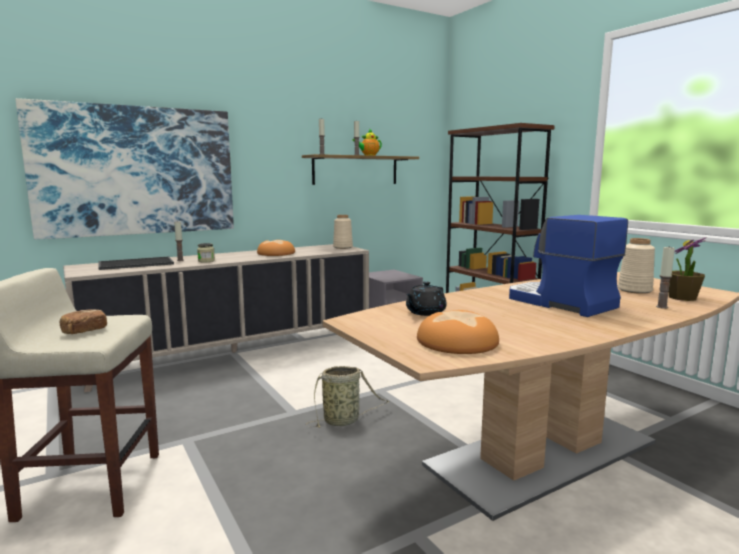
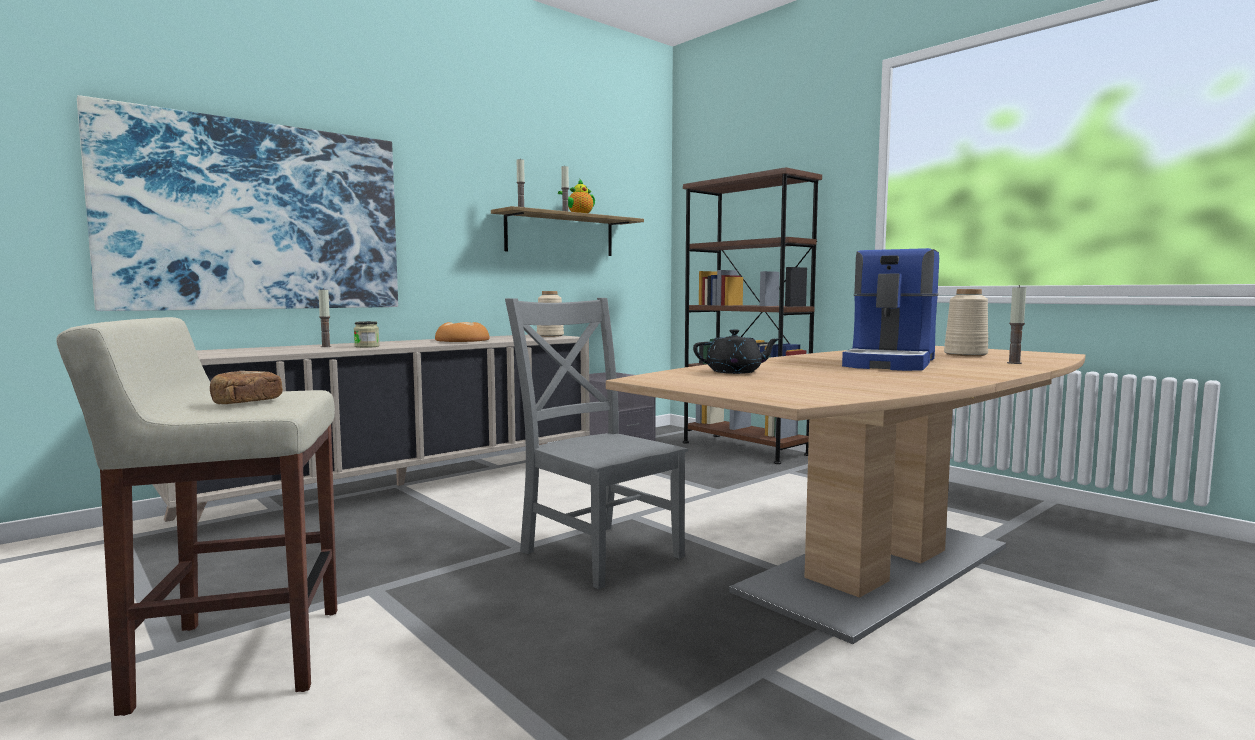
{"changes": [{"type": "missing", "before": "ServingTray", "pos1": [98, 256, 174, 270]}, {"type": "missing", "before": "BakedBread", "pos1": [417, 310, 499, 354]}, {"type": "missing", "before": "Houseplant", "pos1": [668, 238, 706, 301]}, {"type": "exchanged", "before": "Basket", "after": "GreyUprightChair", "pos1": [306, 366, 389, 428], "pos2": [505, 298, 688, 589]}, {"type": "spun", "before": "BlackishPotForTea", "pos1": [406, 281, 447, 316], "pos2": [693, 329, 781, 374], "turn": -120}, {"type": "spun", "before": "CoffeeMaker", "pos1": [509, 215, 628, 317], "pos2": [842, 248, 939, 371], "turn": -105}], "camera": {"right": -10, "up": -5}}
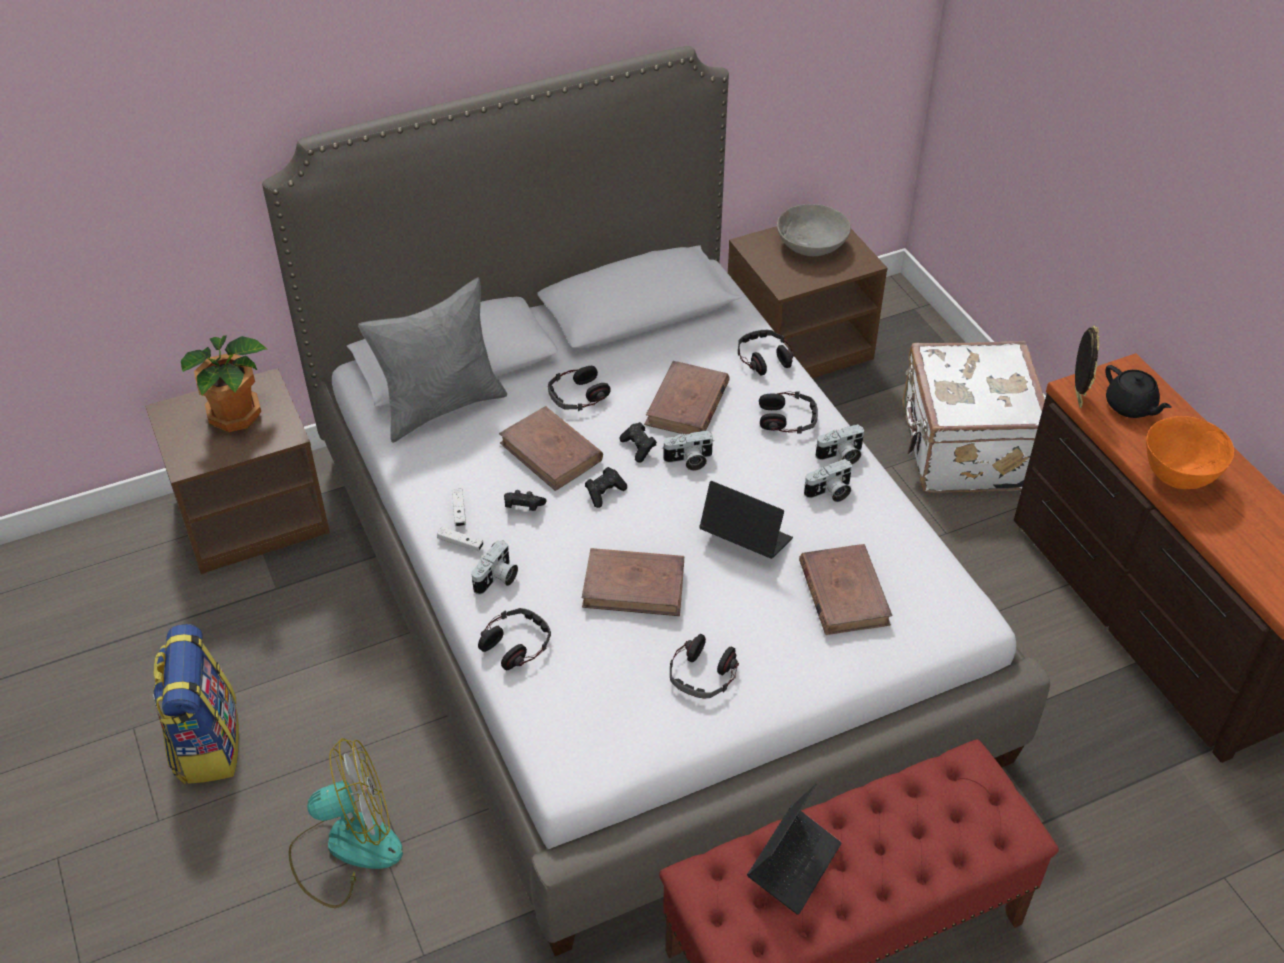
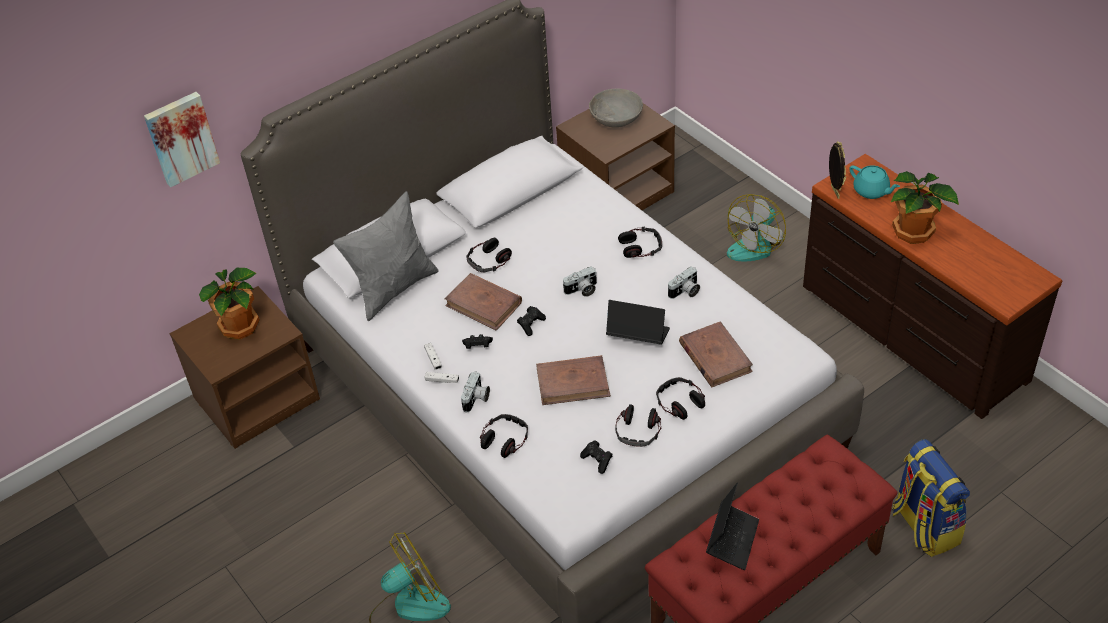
{"changes": [{"type": "missing", "before": "BrownColouredBoundBook", "pos1": [644, 361, 730, 435]}, {"type": "missing", "before": "StillCamera", "pos1": [815, 424, 864, 464]}, {"type": "appeared", "after": "WallPicture", "pos2": [144, 92, 220, 187]}, {"type": "relocated", "before": "Knapsack", "pos1": [153, 624, 239, 784], "pos2": [892, 439, 970, 557]}, {"type": "relocated", "before": "BlackishJoypad", "pos1": [619, 422, 657, 463], "pos2": [580, 440, 613, 474]}, {"type": "relocated", "before": "Headset", "pos1": [738, 330, 794, 376], "pos2": [656, 377, 705, 420]}, {"type": "exchanged", "before": "WhiteColouredSuitcase", "after": "Fan", "pos1": [902, 341, 1045, 493], "pos2": [727, 194, 786, 261]}, {"type": "exchanged", "before": "OrangeColouredDeepDish", "after": "Houseplant", "pos1": [1146, 416, 1234, 489], "pos2": [891, 171, 959, 244]}, {"type": "colour", "before": "BlackishPotForTea", "after": "BlueGreenPotForTea", "pos1": [1105, 365, 1171, 418], "pos2": [849, 165, 900, 199]}], "camera": {"right": -10, "up": 0}}
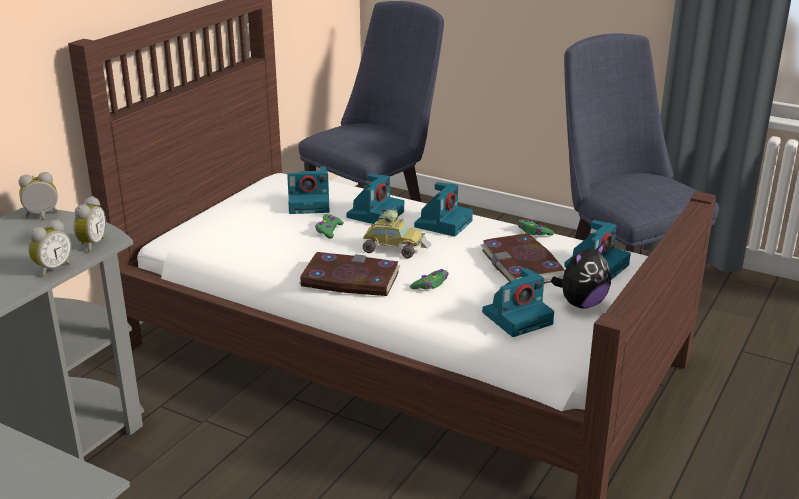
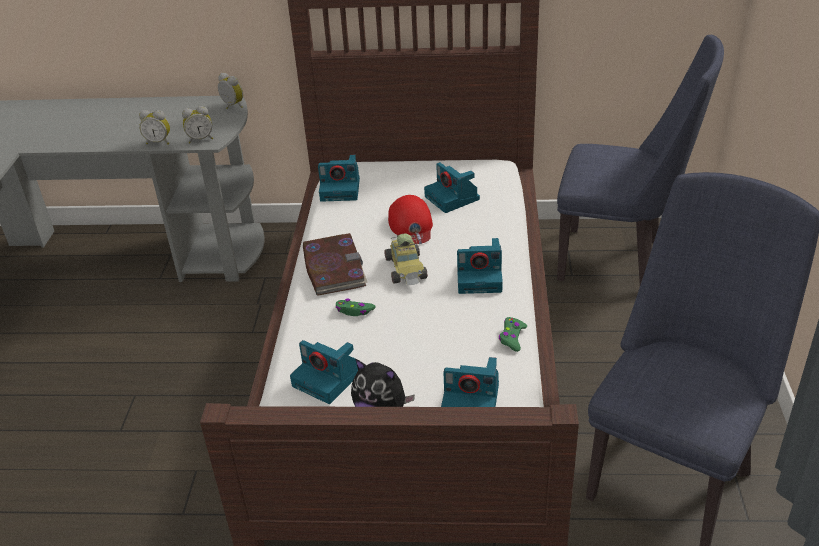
{"changes": [{"type": "missing", "before": "BoundBook", "pos1": [481, 233, 565, 284]}, {"type": "relocated", "before": "StillCamera", "pos1": [346, 174, 404, 224], "pos2": [318, 155, 360, 202]}, {"type": "exchanged", "before": "GreenColouredJoypad", "after": "ReddishBaseballCap", "pos1": [315, 214, 344, 239], "pos2": [388, 195, 433, 244]}], "camera": {"right": 65, "up": 10}}
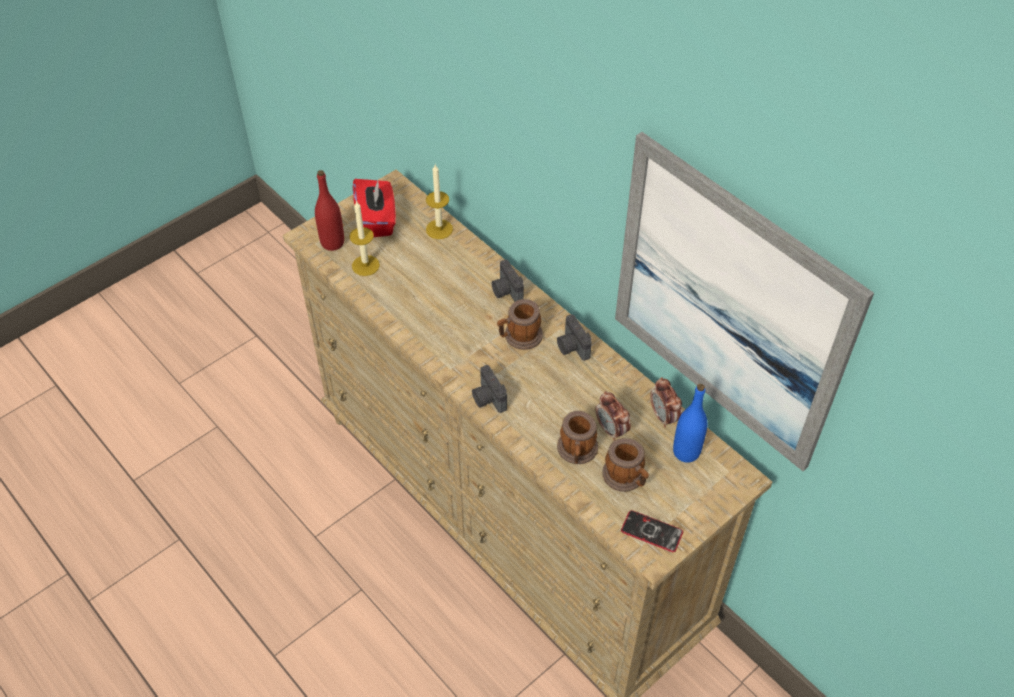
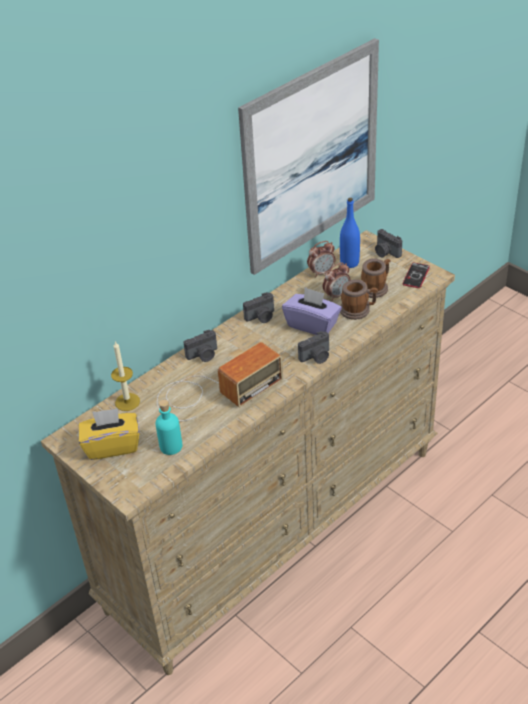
{"changes": [{"type": "missing", "before": "ReddishBeverageBottle", "pos1": [315, 170, 344, 251]}, {"type": "missing", "before": "TeaMug", "pos1": [497, 299, 543, 350]}, {"type": "appeared", "after": "RadioReceiver", "pos2": [157, 342, 283, 421]}, {"type": "appeared", "after": "PurpleColouredTissueBox", "pos2": [282, 287, 342, 335]}, {"type": "appeared", "after": "StillCamera", "pos2": [375, 229, 402, 258]}, {"type": "exchanged", "before": "Candle", "after": "BlueGreenBeverageBottle", "pos1": [349, 200, 380, 276], "pos2": [155, 399, 182, 455]}, {"type": "colour", "before": "ReddishTissueBox", "after": "YellowTissueBox", "pos1": [353, 178, 396, 237], "pos2": [79, 408, 140, 460]}], "camera": {"right": -90, "up": -10}}
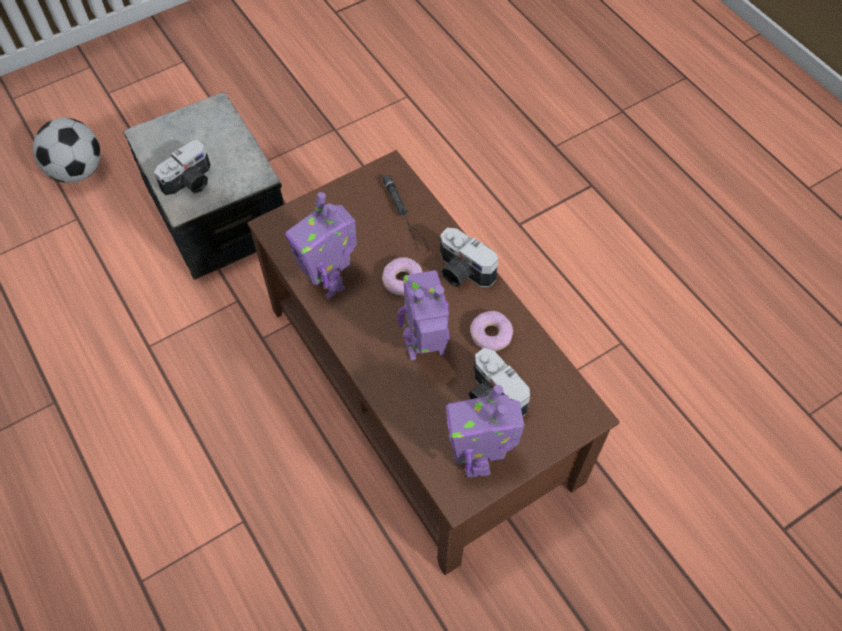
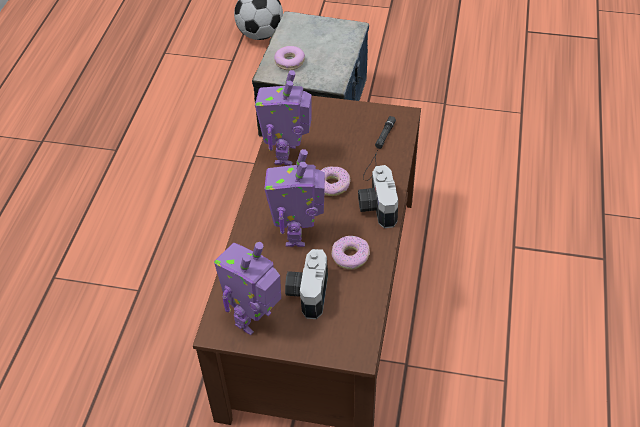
{"changes": [{"type": "exchanged", "before": "StillCamera", "after": "RingDoughnut", "pos1": [154, 140, 211, 196], "pos2": [274, 46, 305, 70]}, {"type": "spun", "before": "ToyRobot", "pos1": [398, 270, 450, 361], "pos2": [264, 149, 325, 247], "turn": -120}], "camera": {"right": 45, "up": -10}}
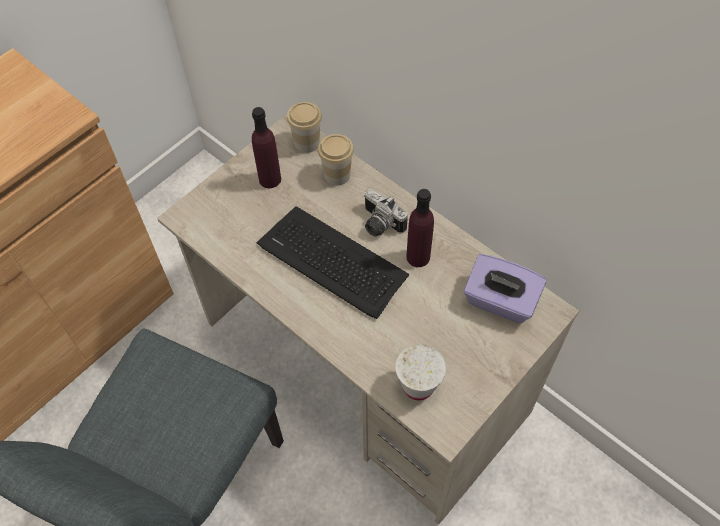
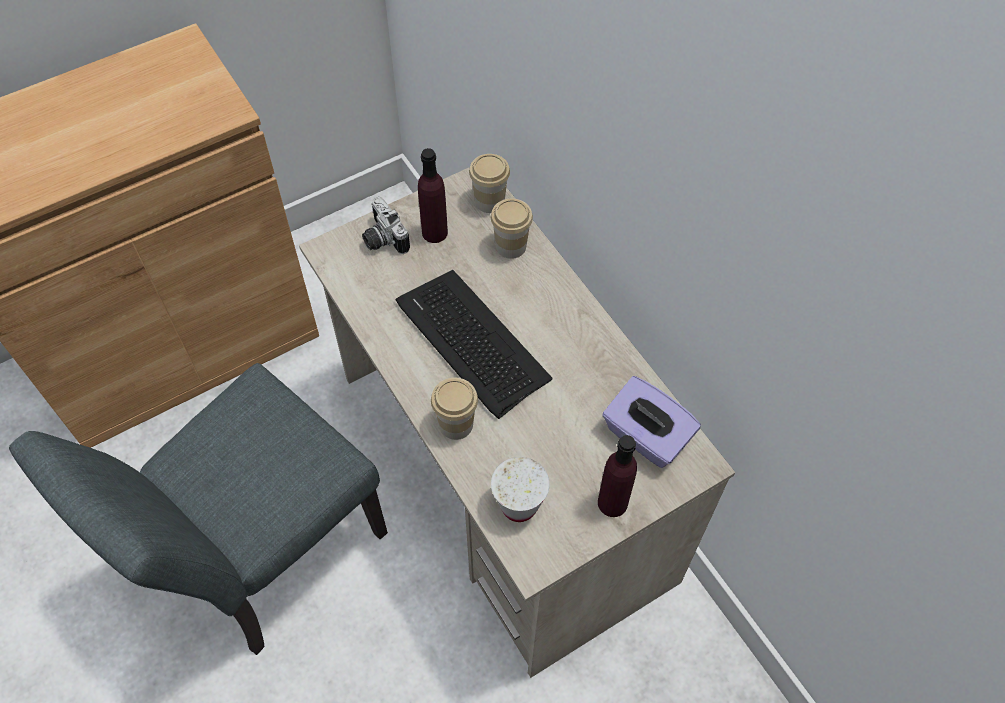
{"changes": [{"type": "appeared", "after": "Cup", "pos2": [431, 378, 478, 440]}, {"type": "relocated", "before": "StillCamera", "pos1": [364, 188, 408, 237], "pos2": [362, 197, 410, 254]}, {"type": "relocated", "before": "PurpleColouredBeverageBottle", "pos1": [406, 189, 434, 267], "pos2": [598, 435, 637, 517]}], "camera": {"right": 15, "up": 0}}
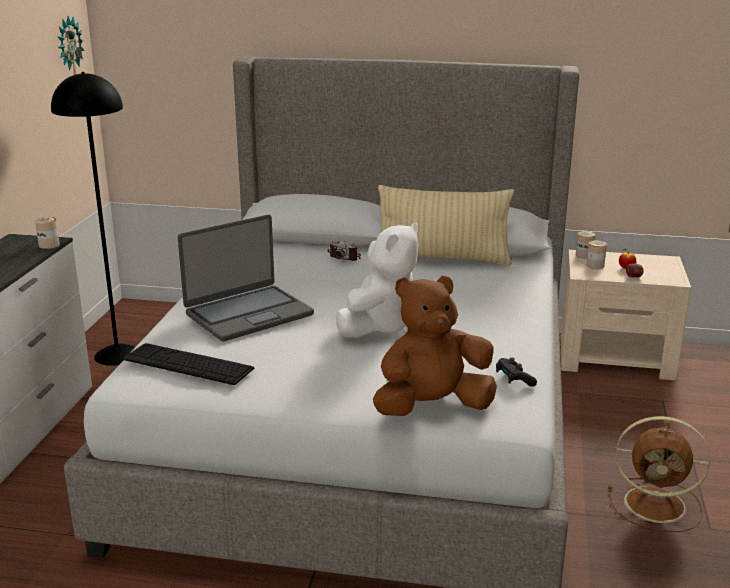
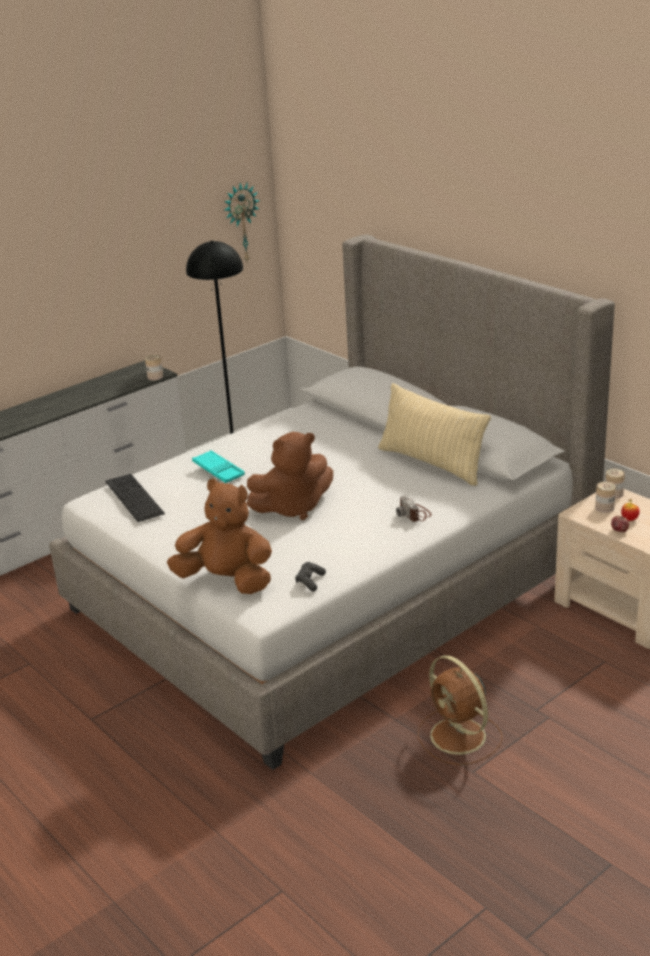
{"changes": [{"type": "relocated", "before": "StillCamera", "pos1": [327, 241, 361, 261], "pos2": [396, 495, 432, 522]}, {"type": "exchanged", "before": "PortableComputer", "after": "BlueGreenServingTray", "pos1": [178, 215, 314, 341], "pos2": [192, 450, 245, 483]}, {"type": "colour", "before": "WhiteColouredPlushToy", "after": "BrownColouredPlushToy", "pos1": [336, 222, 418, 338], "pos2": [247, 432, 333, 520]}], "camera": {"right": 40, "up": 5}}
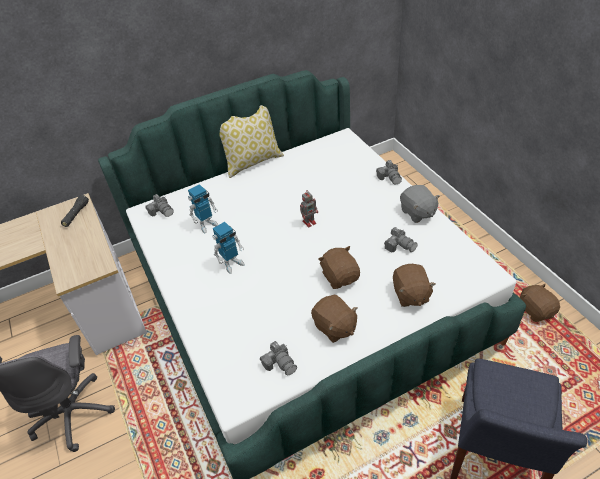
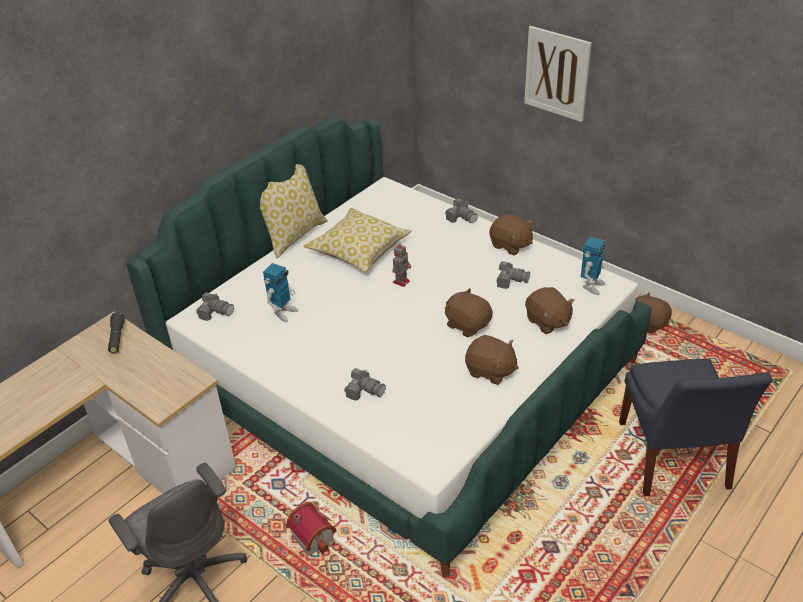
{"changes": [{"type": "appeared", "after": "MiniatureHouse", "pos2": [286, 503, 337, 556]}, {"type": "appeared", "after": "ThrowPillow", "pos2": [303, 208, 412, 272]}, {"type": "appeared", "after": "WallPicture", "pos2": [524, 26, 592, 122]}, {"type": "relocated", "before": "ToyRobot", "pos1": [213, 222, 245, 274], "pos2": [581, 237, 606, 295]}, {"type": "relocated", "before": "StillCamera", "pos1": [260, 341, 297, 376], "pos2": [344, 368, 386, 401]}, {"type": "colour", "before": "GreyPlushToy", "after": "BrownColouredPlushToy", "pos1": [400, 185, 440, 223], "pos2": [489, 214, 533, 255]}], "camera": {"right": -25, "up": -5}}
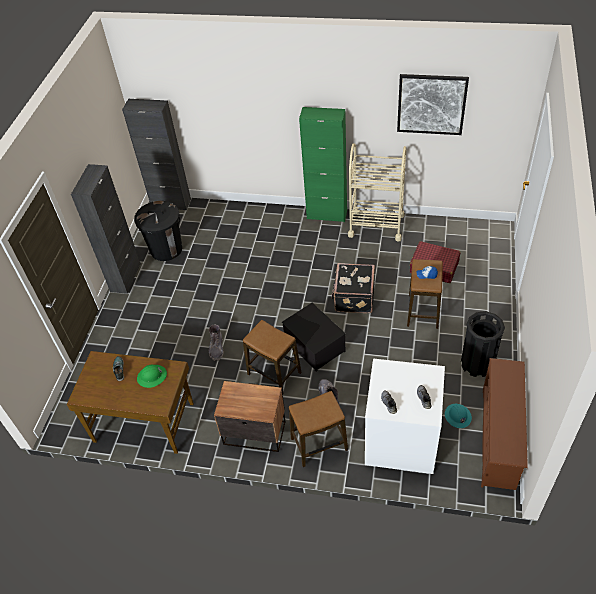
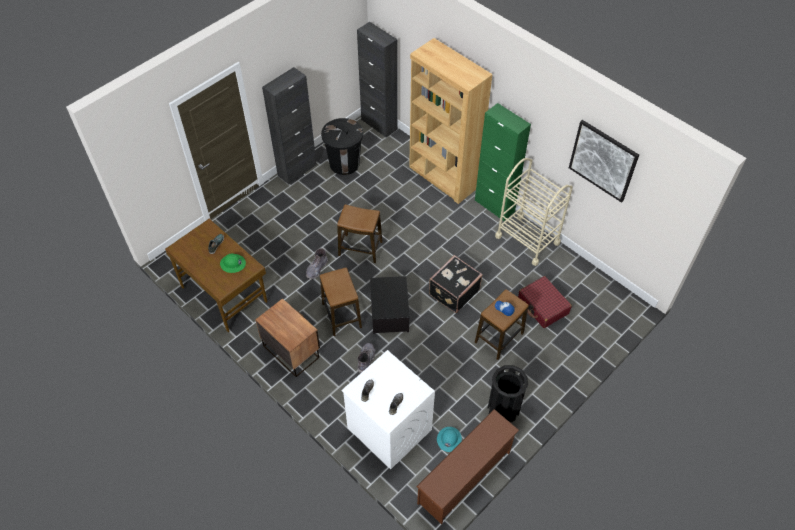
{"changes": [{"type": "appeared", "after": "BrownColouredShelvingUnit", "pos2": [409, 38, 493, 204]}, {"type": "relocated", "before": "StoolSeat", "pos1": [289, 391, 348, 467], "pos2": [337, 205, 383, 263]}], "camera": {"right": 30, "up": 5}}
